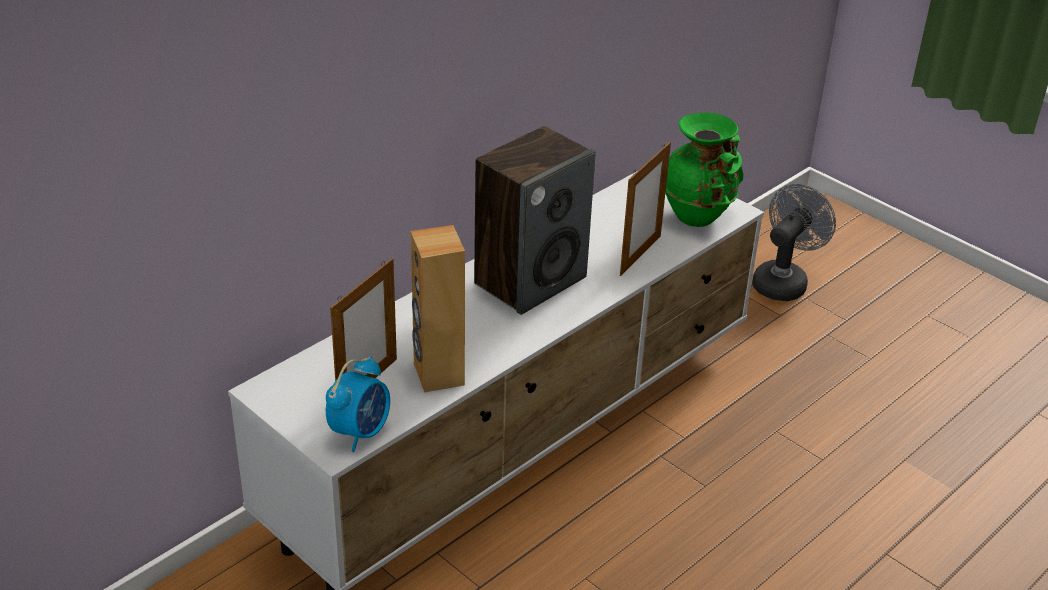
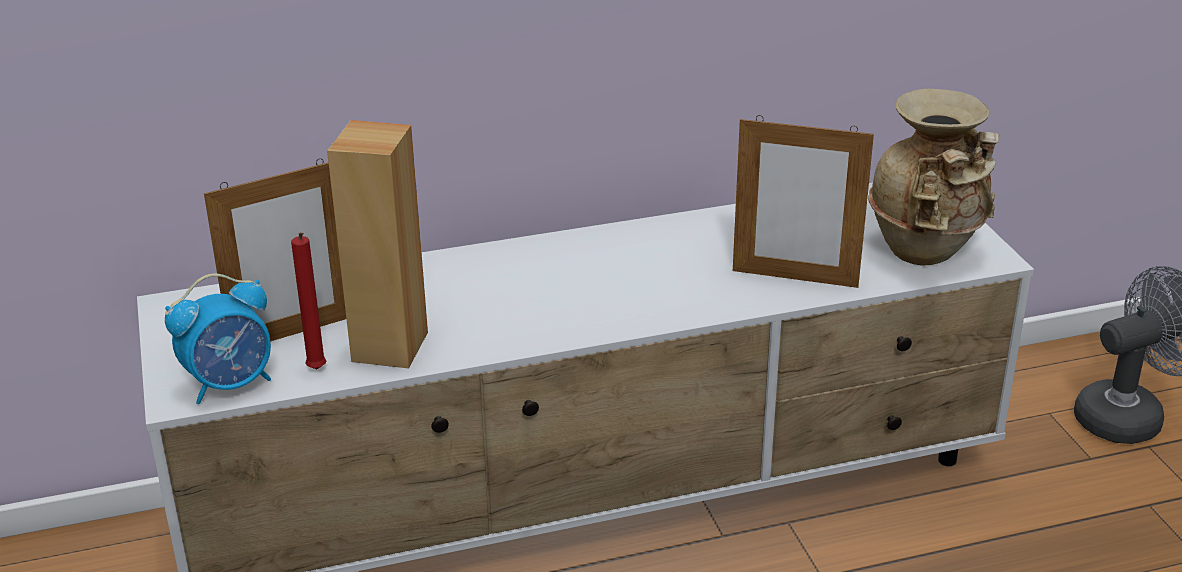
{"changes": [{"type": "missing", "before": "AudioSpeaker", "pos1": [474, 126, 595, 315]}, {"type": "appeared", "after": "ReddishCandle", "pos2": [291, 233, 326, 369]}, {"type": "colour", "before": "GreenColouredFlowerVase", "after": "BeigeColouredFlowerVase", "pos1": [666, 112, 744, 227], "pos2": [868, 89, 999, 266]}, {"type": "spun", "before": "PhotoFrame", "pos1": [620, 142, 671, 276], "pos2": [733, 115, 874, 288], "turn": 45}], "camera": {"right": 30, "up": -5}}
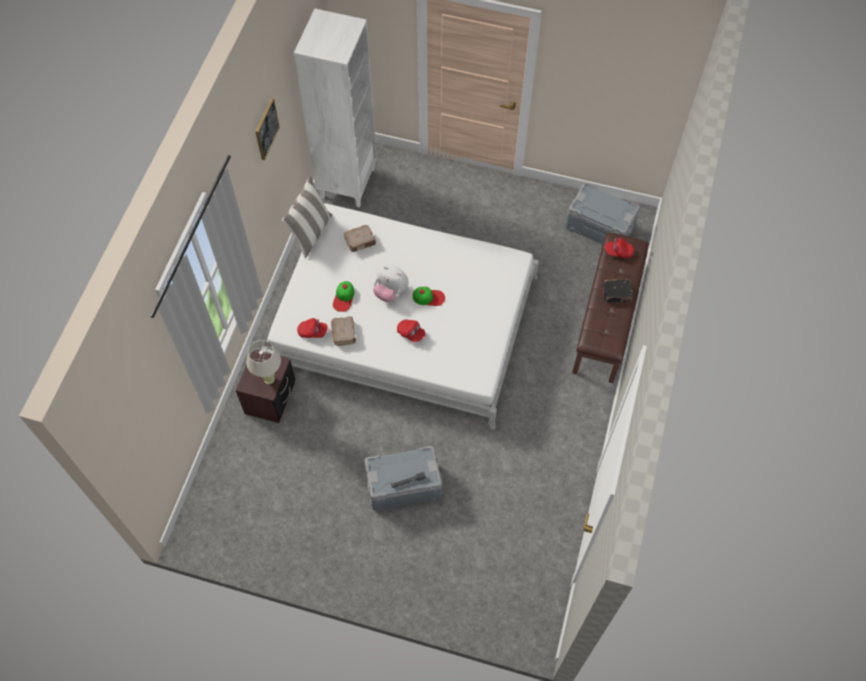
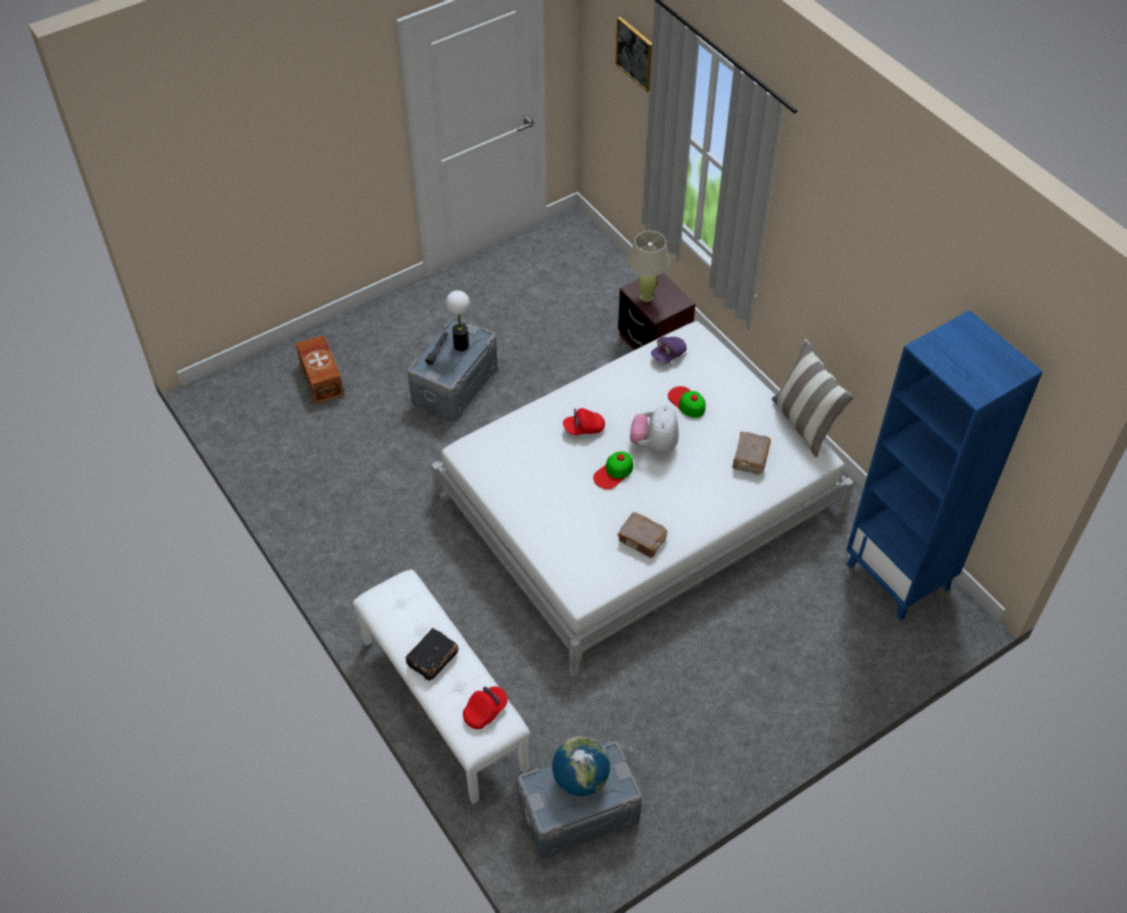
{"changes": [{"type": "appeared", "after": "BrownColouredStorageBox", "pos2": [296, 335, 344, 404]}, {"type": "appeared", "after": "TableLamp", "pos2": [446, 290, 470, 351]}, {"type": "appeared", "after": "DeskGlobe", "pos2": [552, 736, 610, 796]}, {"type": "relocated", "before": "WallPicture", "pos1": [255, 98, 280, 160], "pos2": [616, 17, 652, 92]}, {"type": "relocated", "before": "BrownColouredBoundBook", "pos1": [331, 316, 356, 346], "pos2": [617, 512, 668, 558]}, {"type": "colour", "before": "WhiteColouredShelvingUnit", "after": "BlueShelvingUnit", "pos1": [294, 9, 377, 208], "pos2": [846, 310, 1043, 621]}, {"type": "colour", "before": "ReddishBaseballCap", "after": "PurpleColouredBaseballCap", "pos1": [297, 318, 328, 338], "pos2": [651, 337, 687, 363]}, {"type": "colour", "before": "BrownColouredIndoorBench", "after": "WhiteColouredIndoorBench", "pos1": [572, 233, 649, 383], "pos2": [352, 570, 531, 804]}, {"type": "spun", "before": "PlushToy", "pos1": [373, 265, 409, 302], "pos2": [630, 405, 679, 454], "turn": -60}], "camera": {"right": 130, "up": -10}}
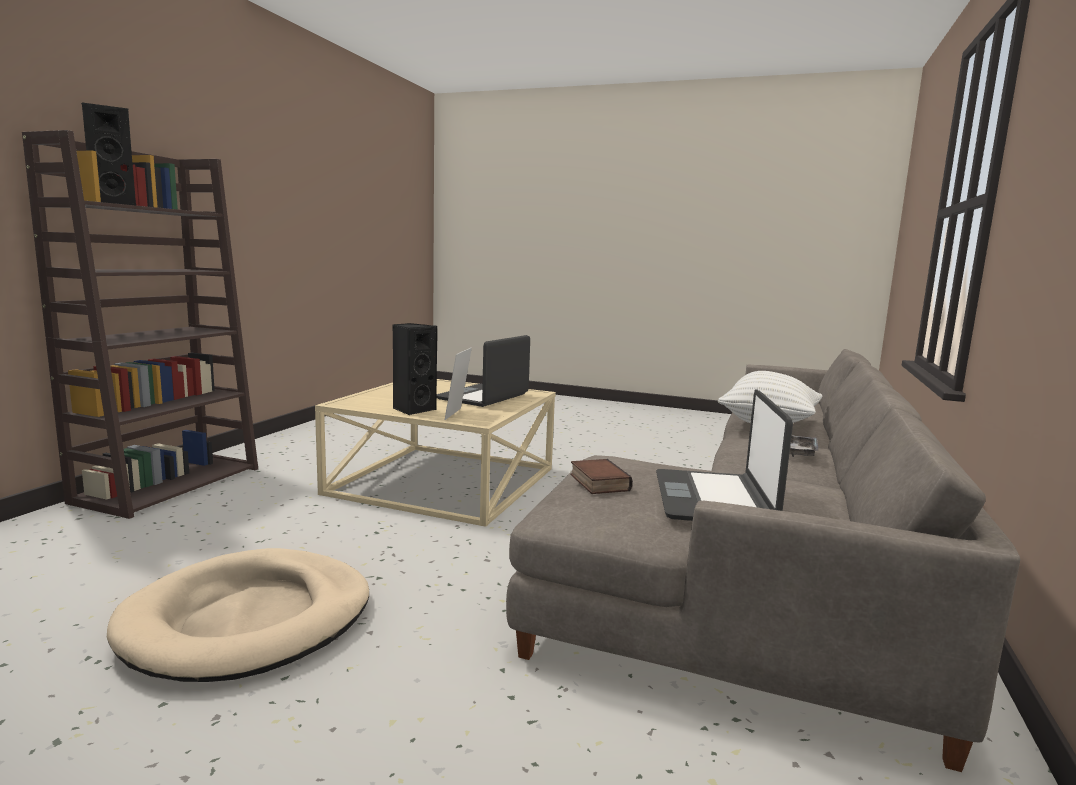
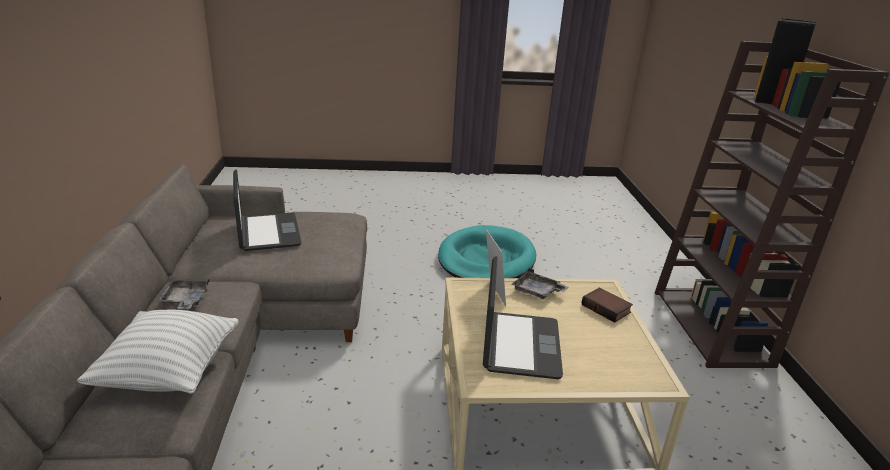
{"changes": [{"type": "relocated", "before": "BoundBook", "pos1": [570, 459, 633, 494], "pos2": [582, 287, 633, 323]}, {"type": "exchanged", "before": "BlackishAudioSpeaker", "after": "GreyServingTray", "pos1": [393, 323, 437, 415], "pos2": [512, 268, 569, 299]}, {"type": "colour", "before": "BeigeColouredDogBed", "after": "BlueGreenDogBed", "pos1": [107, 548, 369, 682], "pos2": [438, 225, 536, 278]}], "camera": {"right": 155, "up": 15}}
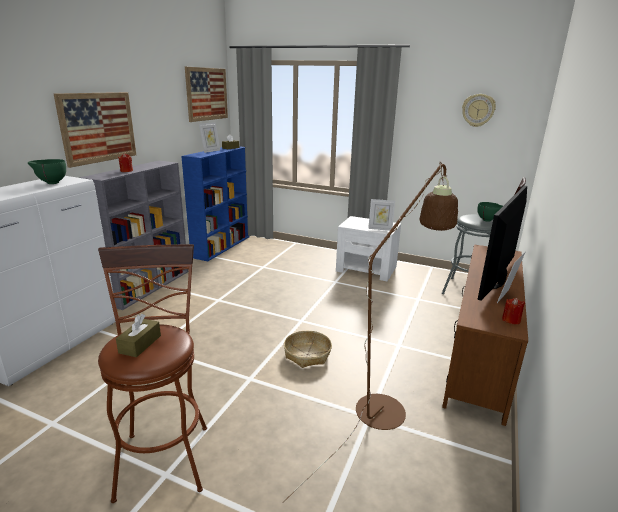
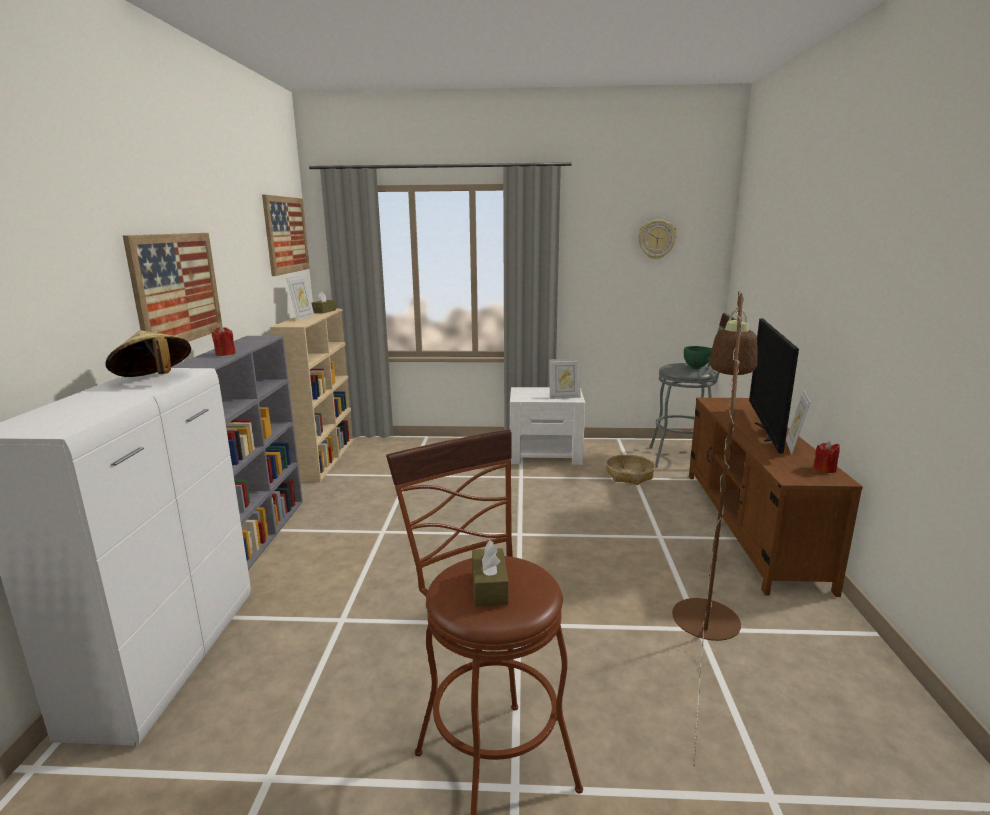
{"changes": [{"type": "relocated", "before": "Basket", "pos1": [284, 331, 332, 368], "pos2": [606, 455, 655, 485]}, {"type": "exchanged", "before": "GreenColouredDeepDish", "after": "BeigeColouredClothingHat", "pos1": [28, 159, 66, 184], "pos2": [105, 330, 191, 377]}, {"type": "colour", "before": "BlueShelvingUnit", "after": "BeigeColouredShelvingUnit", "pos1": [181, 147, 250, 262], "pos2": [270, 309, 354, 482]}], "camera": {"right": -20, "up": -5}}
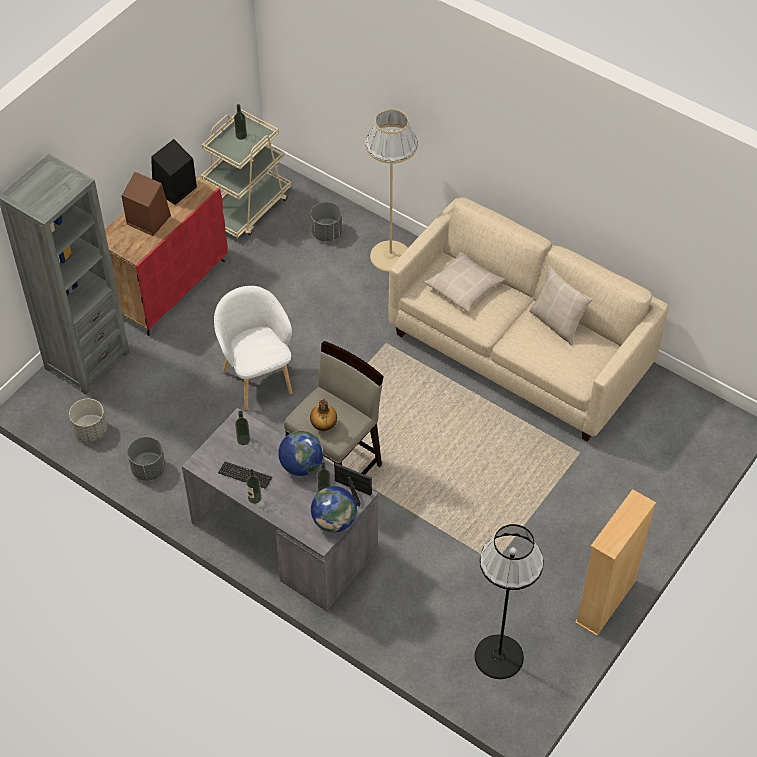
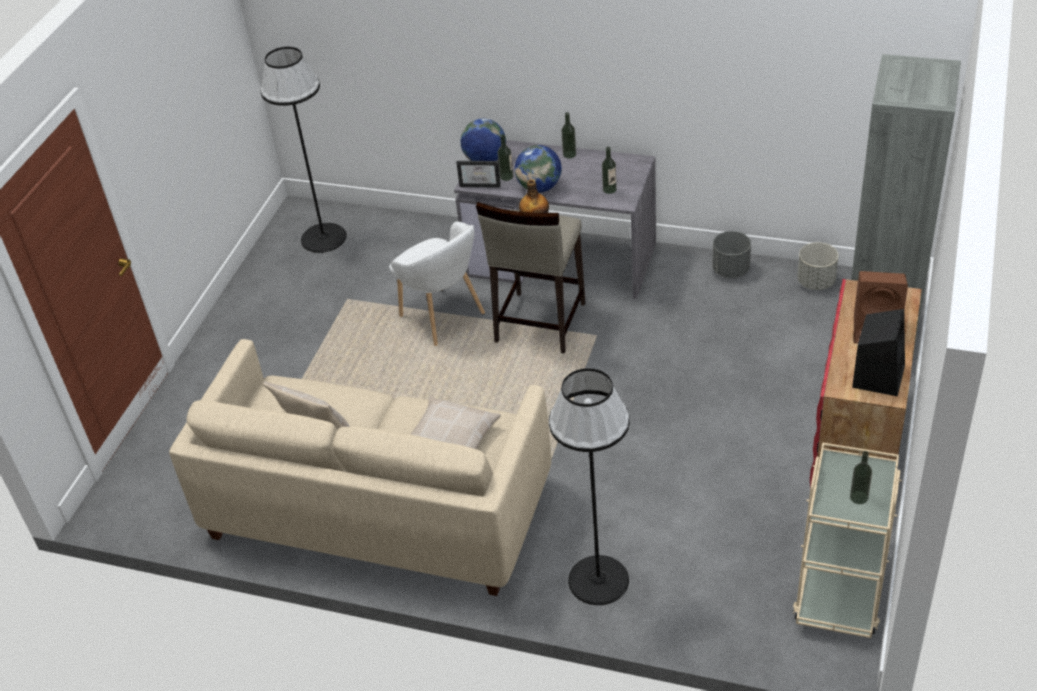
{"changes": [{"type": "missing", "before": "Keyboard", "pos1": [218, 461, 272, 489]}, {"type": "missing", "before": "GreyPlantPot", "pos1": [311, 202, 342, 241]}, {"type": "missing", "before": "BeigeColouredShelvingUnit", "pos1": [575, 489, 656, 636]}, {"type": "relocated", "before": "WhiteColouredEasyChair", "pos1": [214, 286, 292, 410], "pos2": [389, 221, 485, 346]}, {"type": "colour", "before": "BeigeColouredStandingLamp", "after": "BlackishStandingLamp", "pos1": [366, 109, 418, 272], "pos2": [549, 368, 630, 605]}], "camera": {"right": 165, "up": -10}}
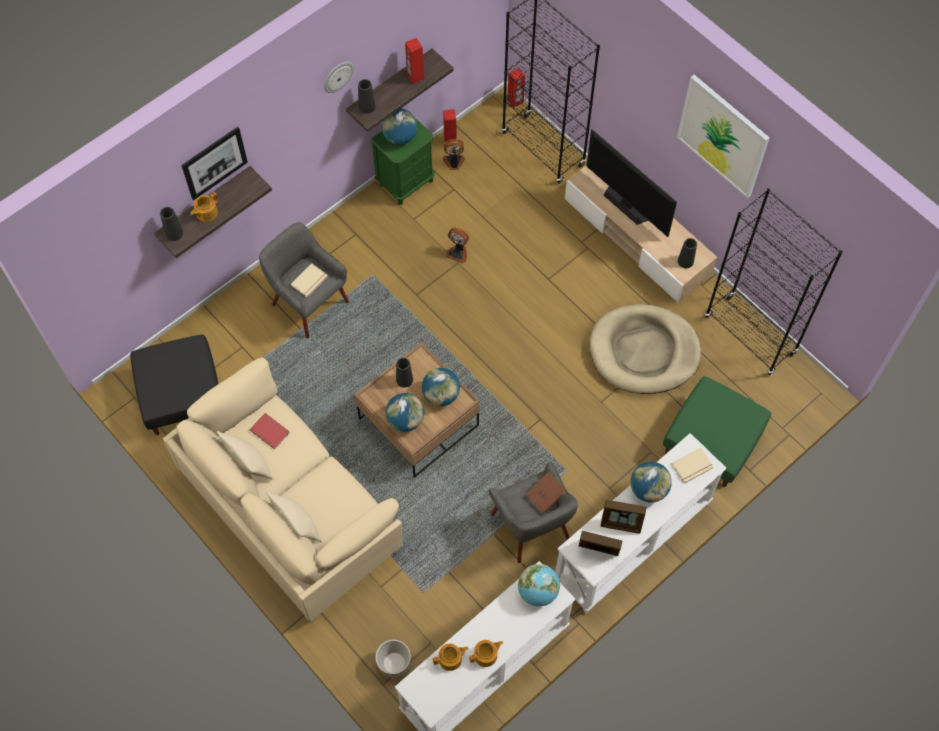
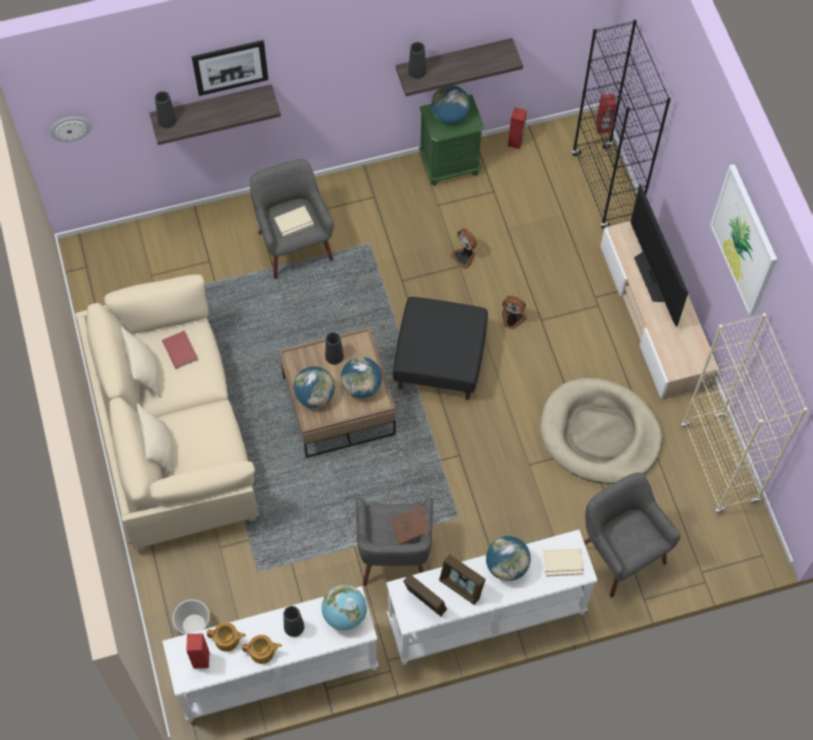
{"changes": [{"type": "missing", "before": "PotForTea", "pos1": [191, 192, 219, 222]}, {"type": "relocated", "before": "BlackishPouffe", "pos1": [130, 335, 218, 435], "pos2": [393, 297, 488, 400]}, {"type": "relocated", "before": "WallClock", "pos1": [324, 61, 354, 93], "pos2": [50, 117, 92, 142]}, {"type": "relocated", "before": "ReddishAudioSpeaker", "pos1": [405, 38, 424, 84], "pos2": [186, 634, 209, 668]}, {"type": "relocated", "before": "Fan", "pos1": [443, 139, 465, 170], "pos2": [502, 296, 527, 329]}, {"type": "relocated", "before": "BlackishFlowerVase", "pos1": [678, 238, 697, 268], "pos2": [284, 606, 304, 637]}, {"type": "exchanged", "before": "GreenColouredPouffe", "after": "GreyEasyChair", "pos1": [663, 376, 771, 487], "pos2": [584, 472, 680, 597]}, {"type": "colour", "before": "BlackishShelvingUnit", "after": "BeigeColouredShelvingUnit", "pos1": [705, 189, 843, 375], "pos2": [681, 313, 807, 515]}], "camera": {"right": 25, "up": 0}}
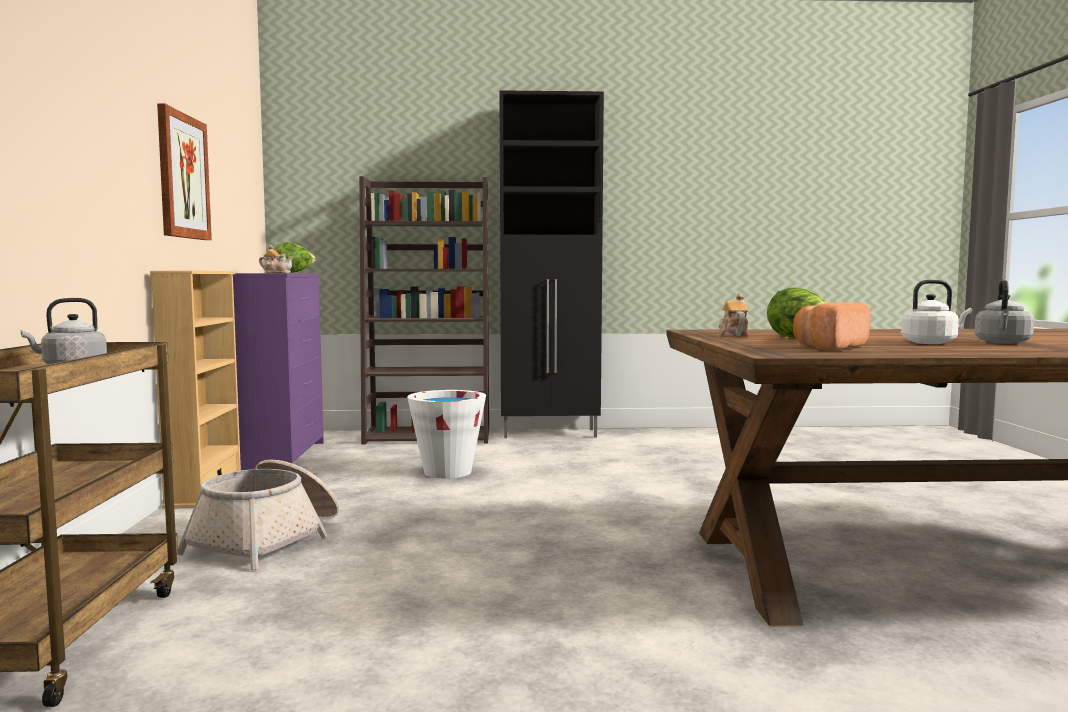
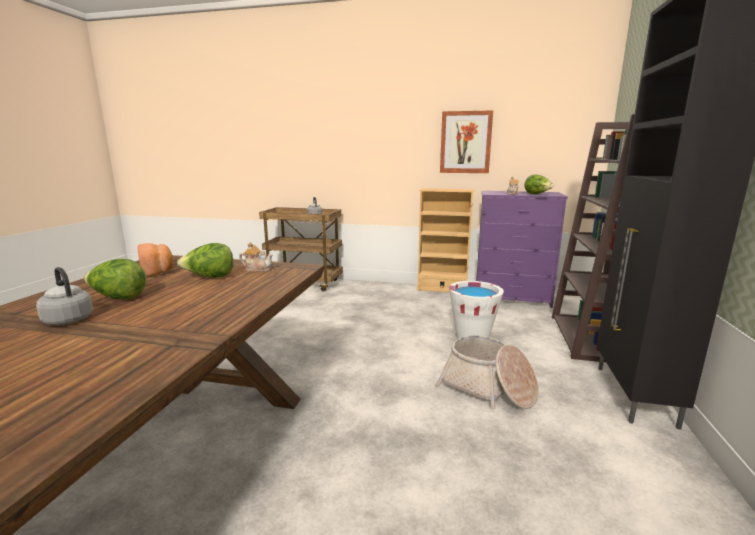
{"changes": [{"type": "relocated", "before": "Basket", "pos1": [177, 460, 339, 570], "pos2": [436, 335, 539, 409]}, {"type": "exchanged", "before": "WhiteColouredKettle", "after": "LettuceHead", "pos1": [901, 280, 972, 344], "pos2": [84, 259, 146, 299]}], "camera": {"right": 105, "up": 10}}
